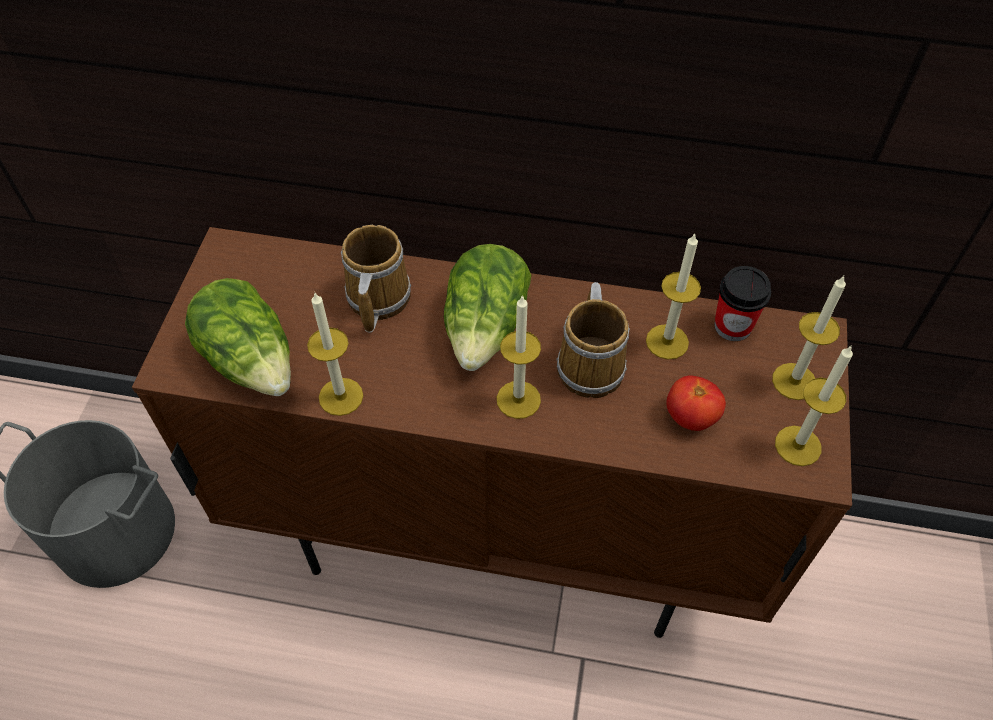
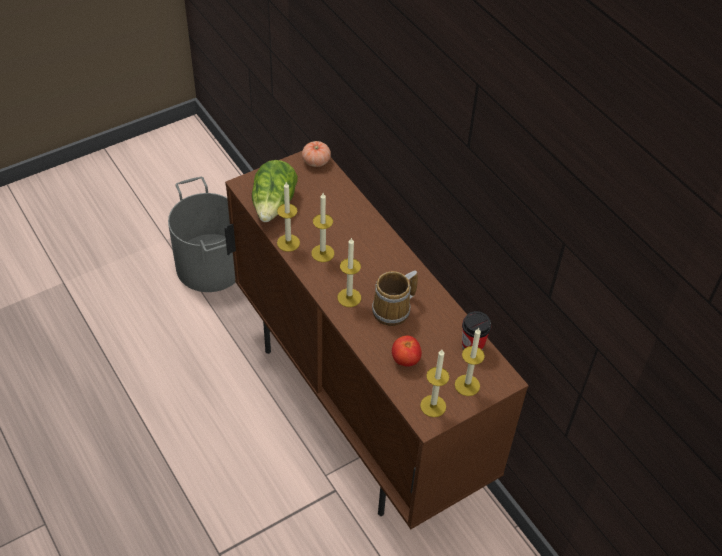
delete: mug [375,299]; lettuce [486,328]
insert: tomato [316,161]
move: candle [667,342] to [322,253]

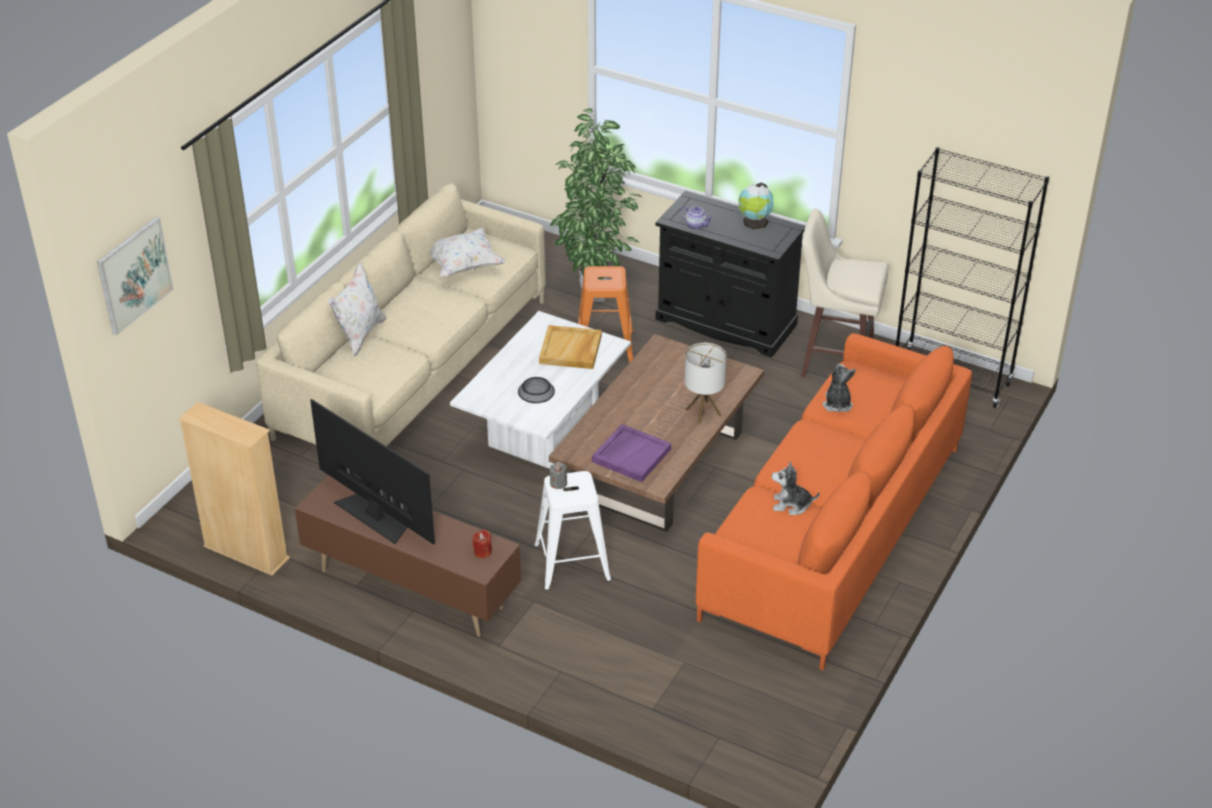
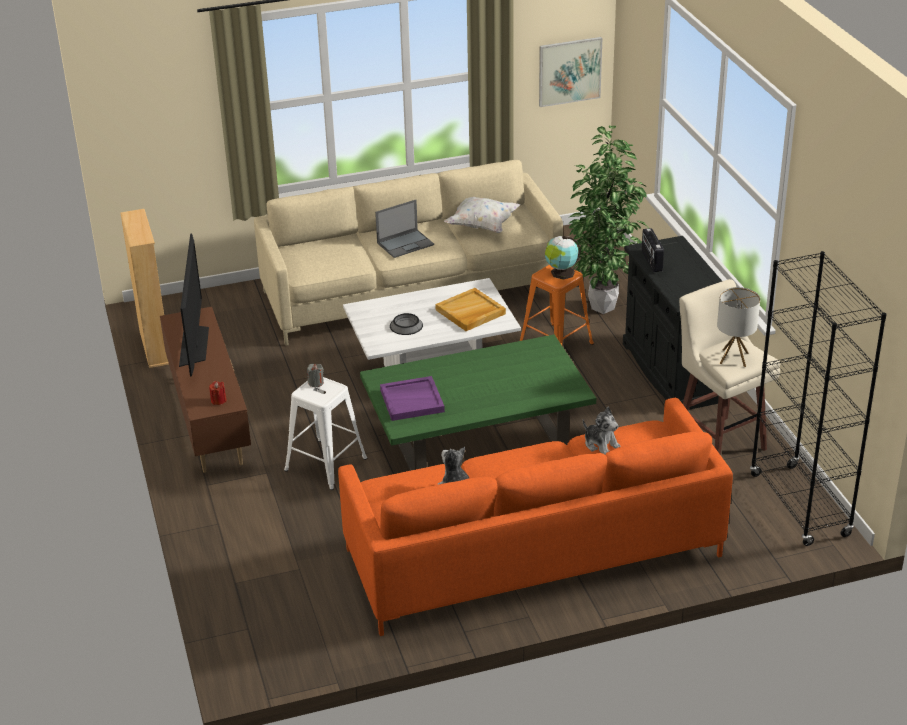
delete: white pillow [360,335]
insert: laptop [406,243]
move: globe [755,223] to [561,273]; picture [134,275] to [569,71]; table lamp [703,412] to [734,358]
replace: teapot [696,225] to radio [651,261]
recolor: brown coffee table [658,465] to green coffee table [476,438]
rotate: plush toy [837,404] = [601,444] 90 degrees clockwise

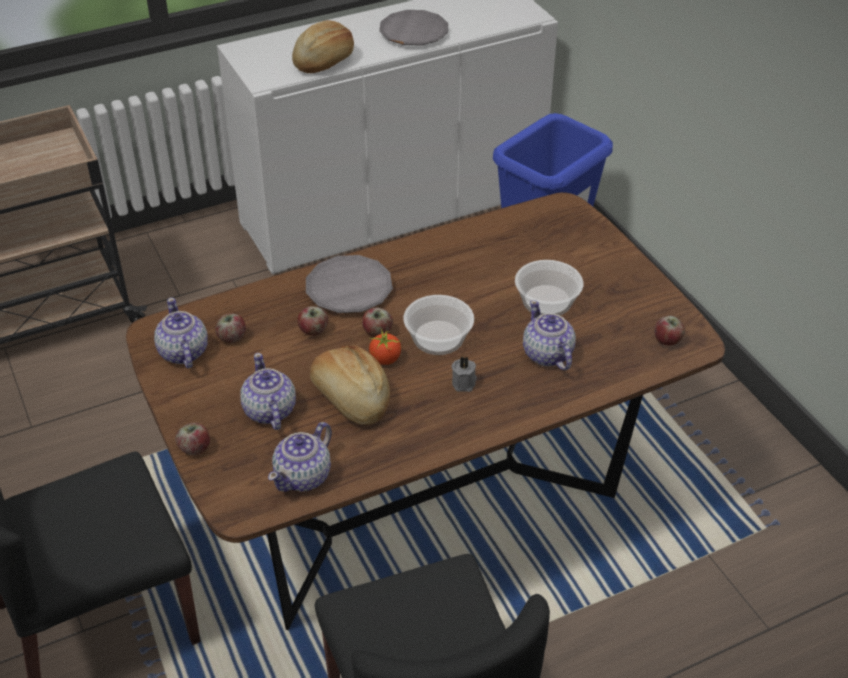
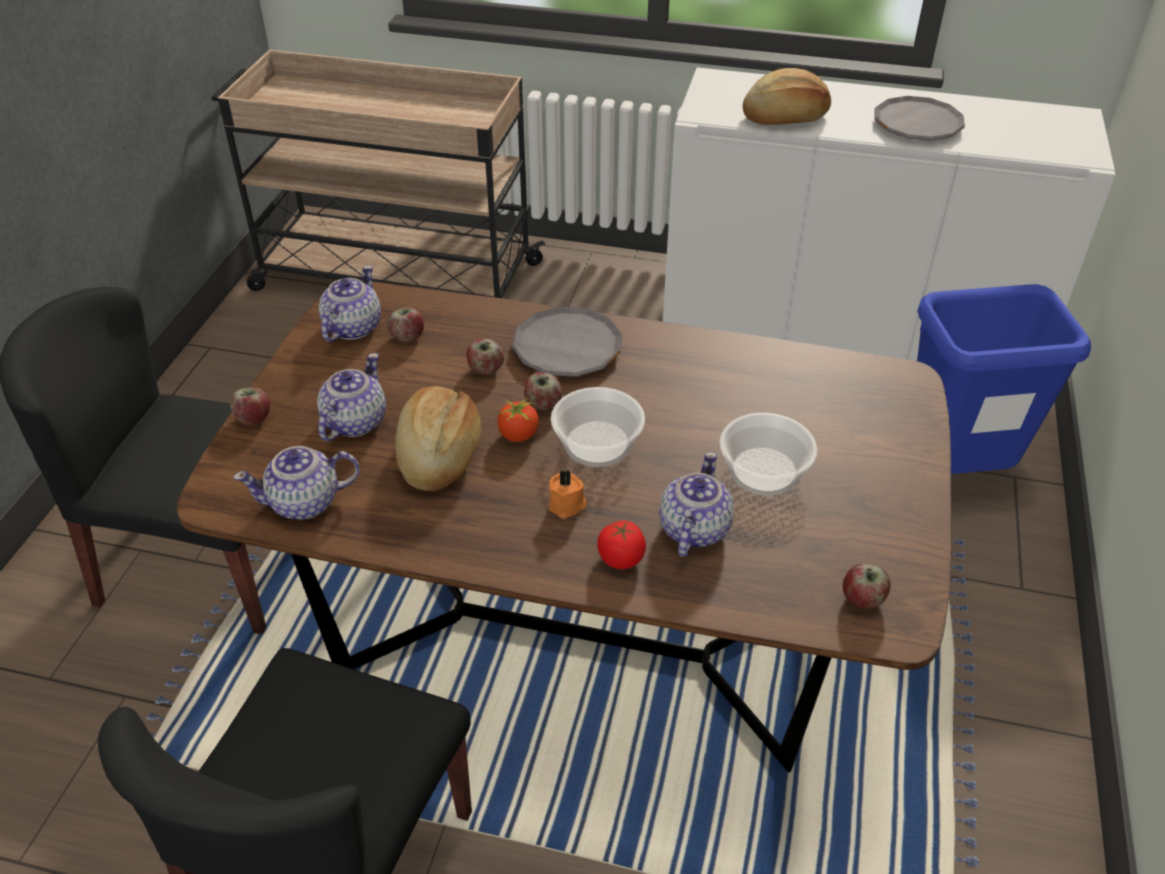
insert: tomato [621,558]
recolor: grey candle [464,382] to orange candle [567,506]

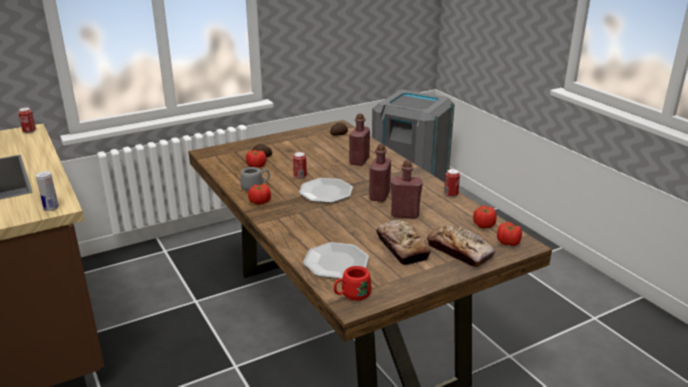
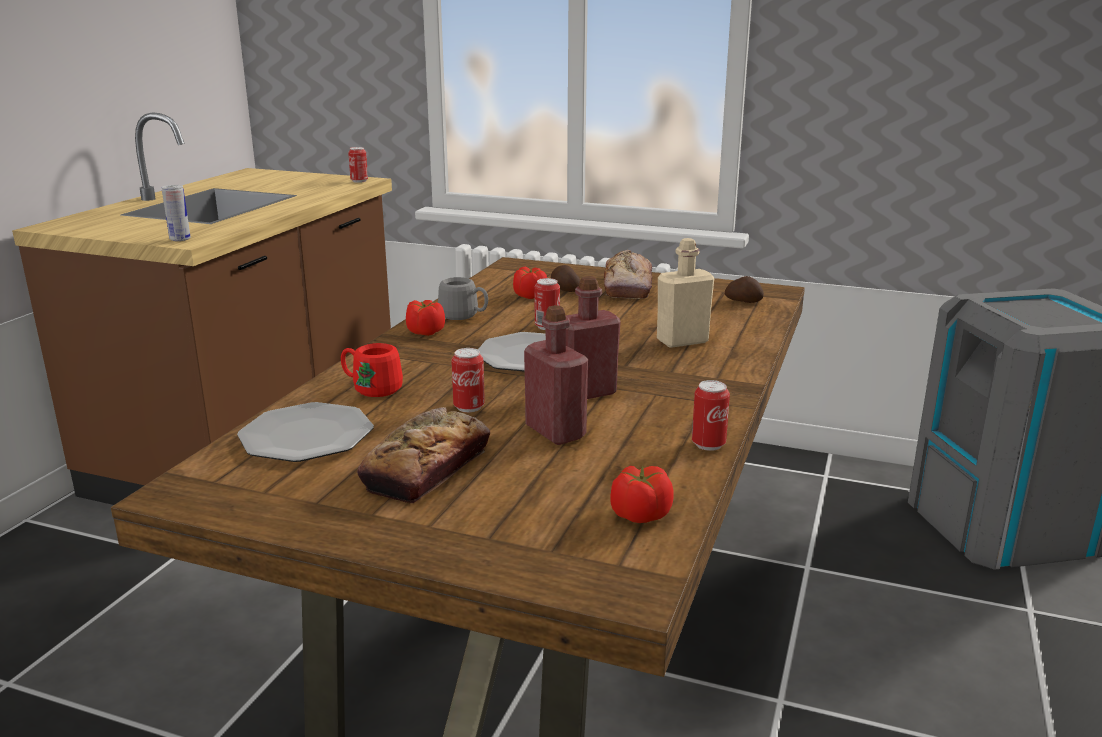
delete: tomato [508,242]
insert: can [469,407]
move: bread [460,252] to [628,287]; red mug [351,295] to [371,389]
recolor: red bottle [359,161] to beige bottle [682,341]

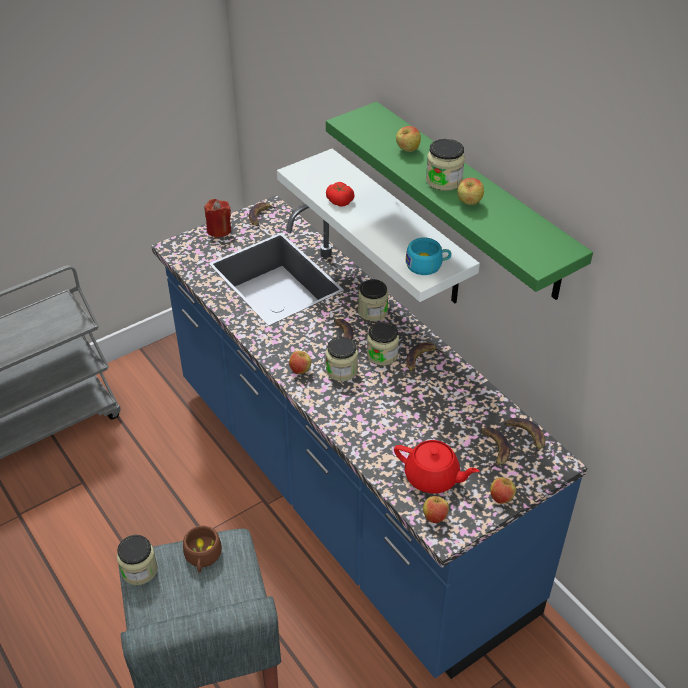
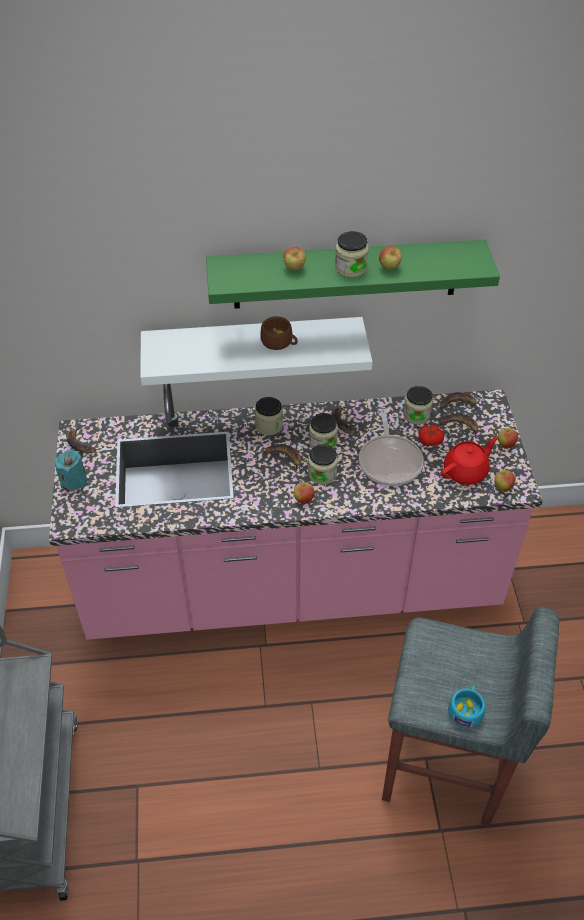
insert: frying pan [390,461]
move: tomato [339,201] to [430,440]; turquoise cup [428,265] to [466,709]; brown cup [202,557] to [280,342]; jar [139,570] to [416,415]
recolor: blue counter [344,493] to pink counter [292,585]; red candle [219,230] to turquoise candle [73,481]

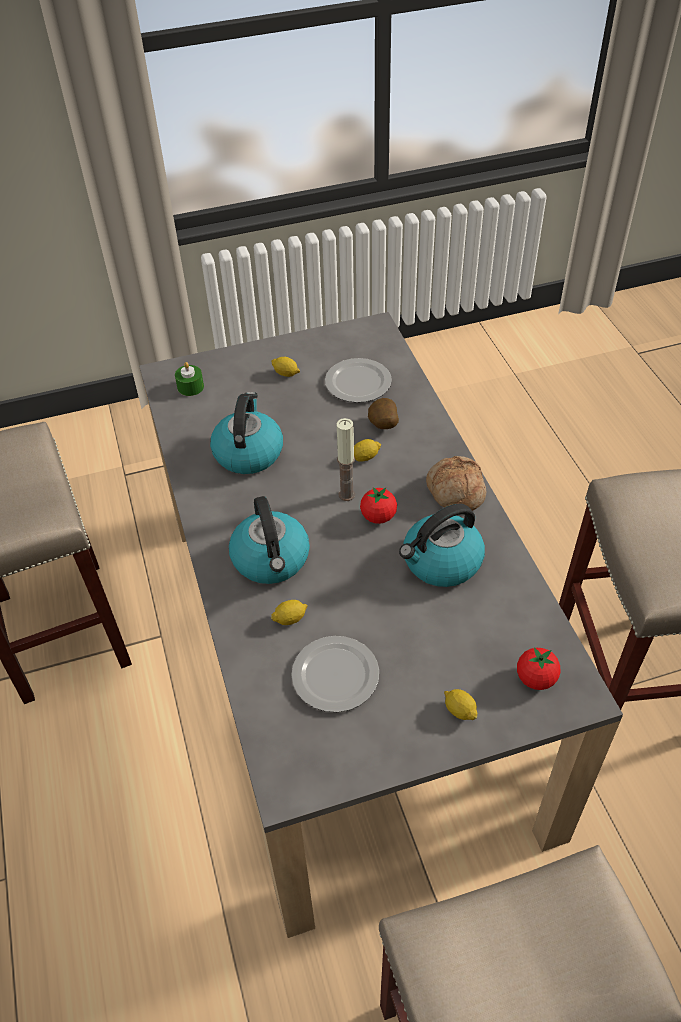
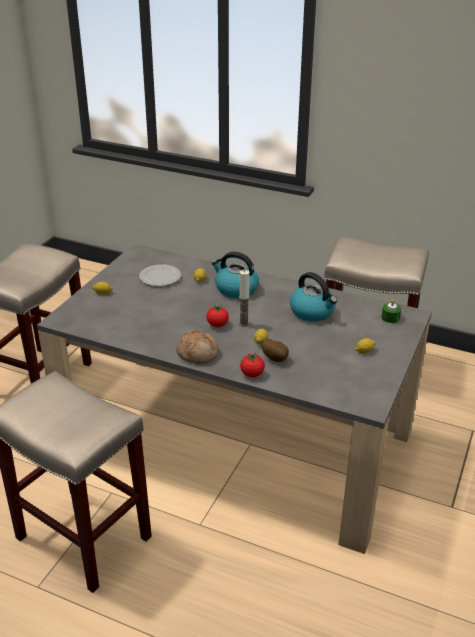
delete: plate [358,382]; kettle [441,562]
move: tomato [535,678] to [252,374]

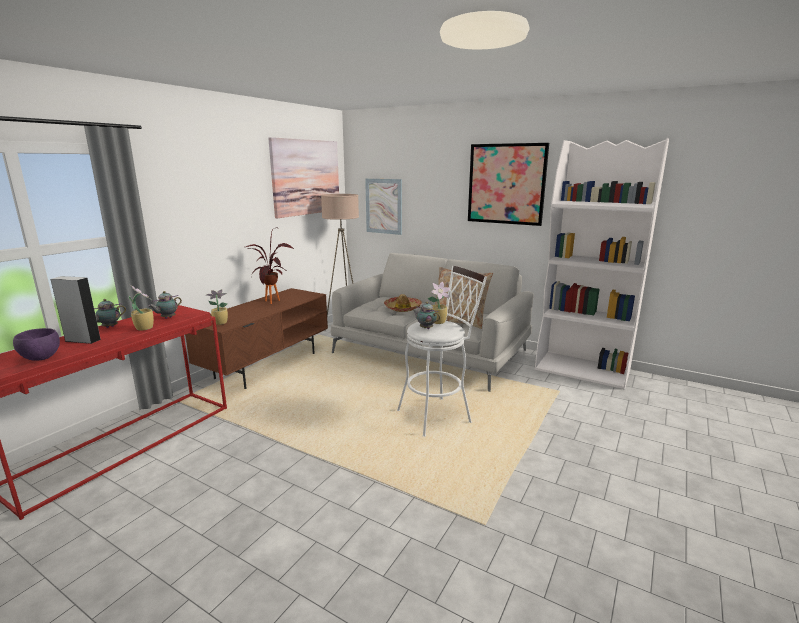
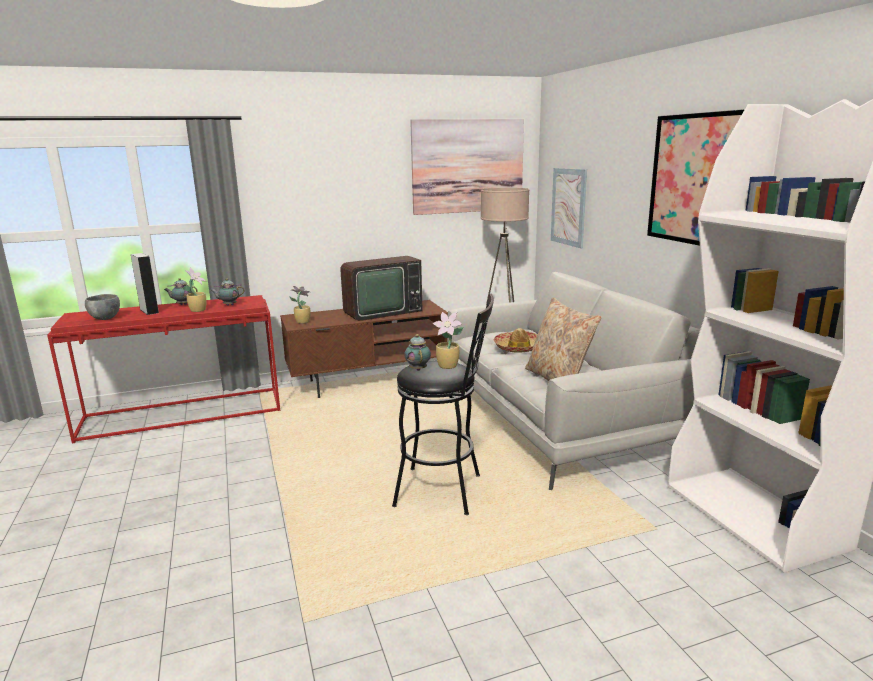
replace: potted plant [272,303] to television [380,311]
recolor: white stool [439,415] to black stool [446,492]; purple bowl [40,358] to grey bowl [105,318]

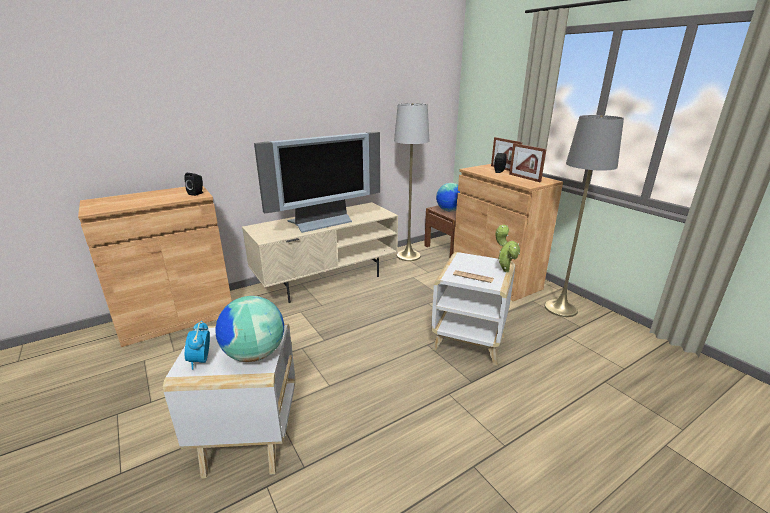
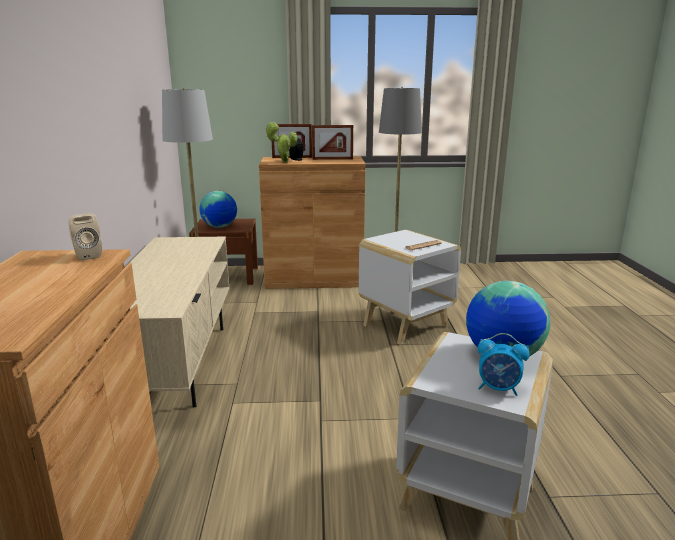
delete: television [321,223]
move: potted plant [504,270] to [283,162]
recolor: black speaker [197,193] to beige speaker [87,255]

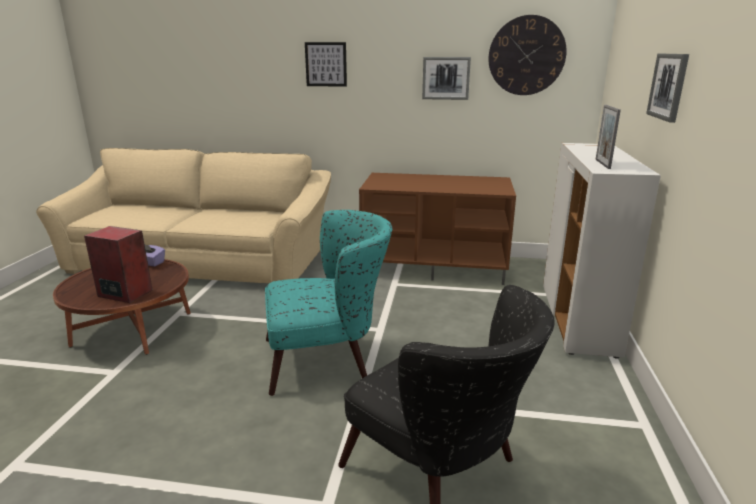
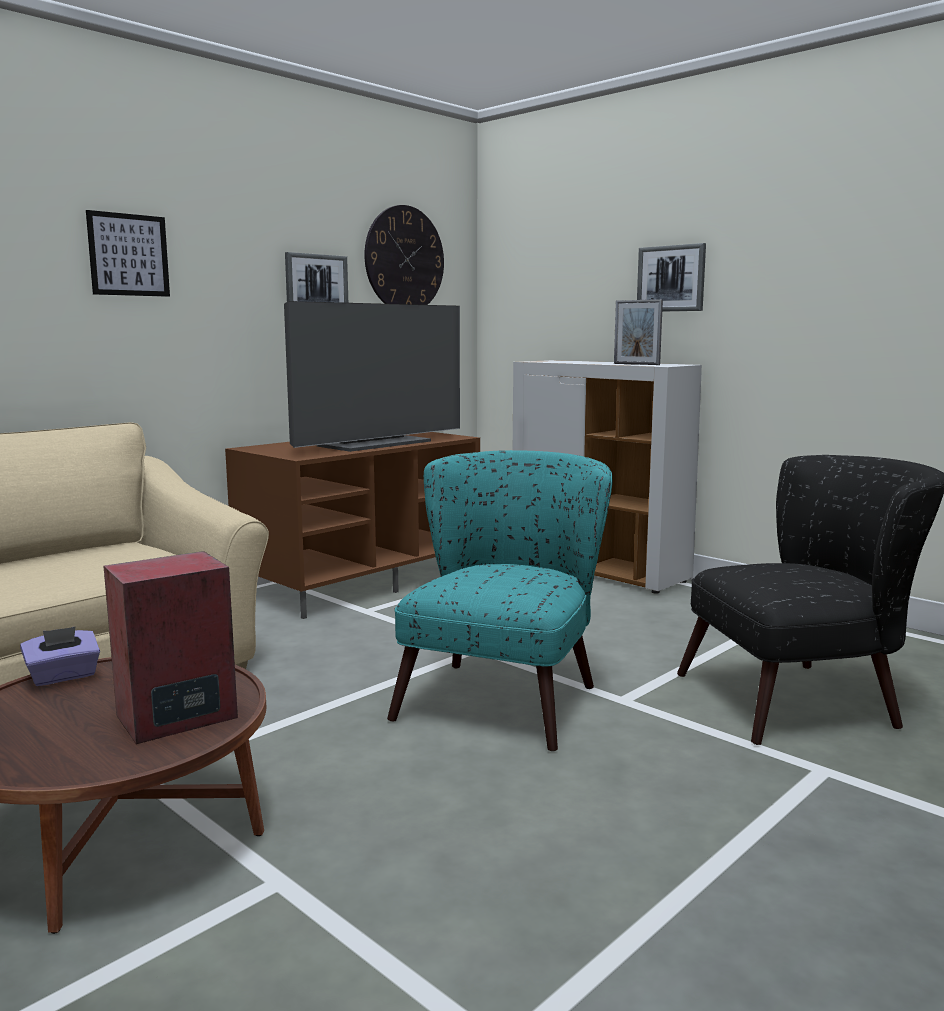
insert: television [376,443]

